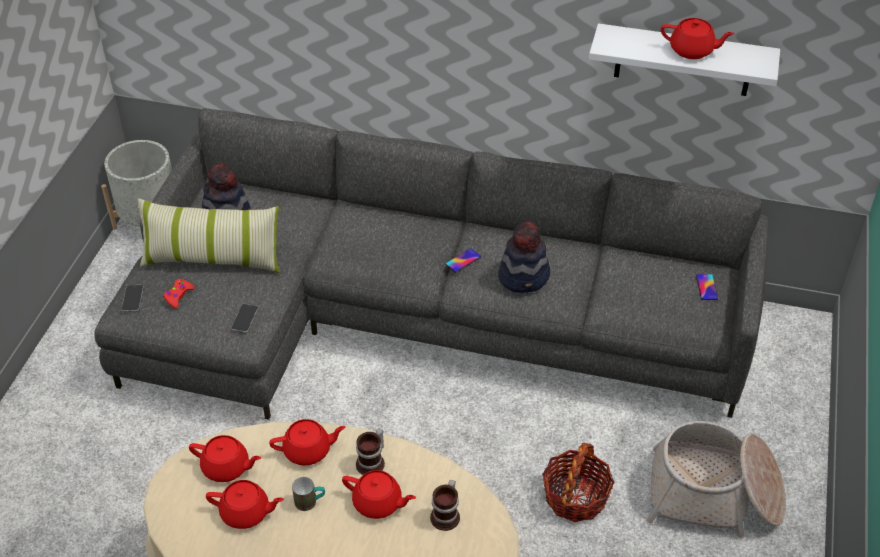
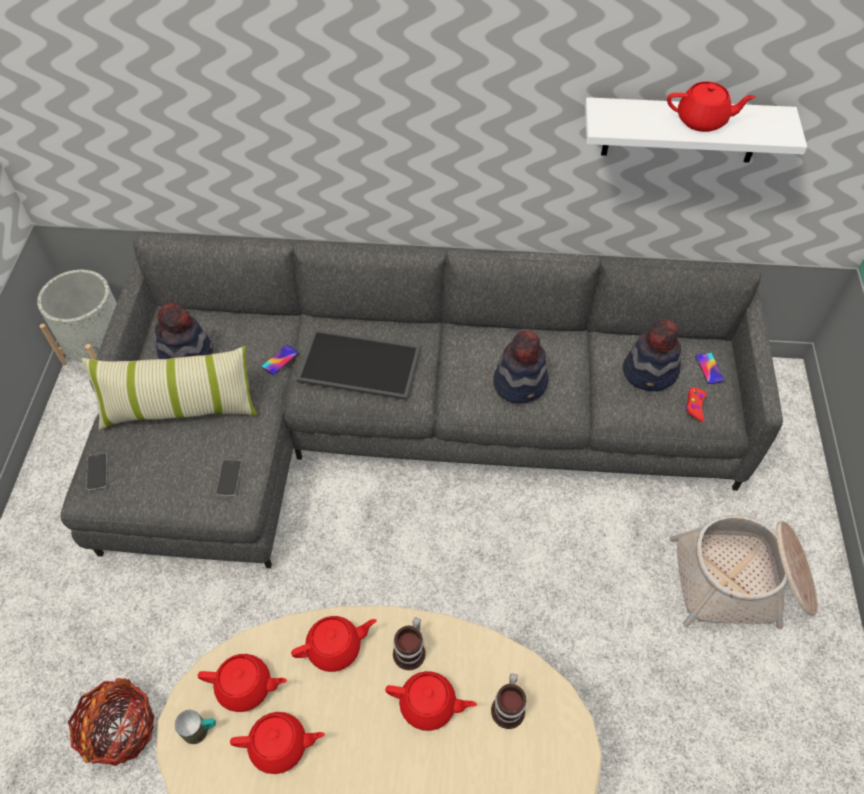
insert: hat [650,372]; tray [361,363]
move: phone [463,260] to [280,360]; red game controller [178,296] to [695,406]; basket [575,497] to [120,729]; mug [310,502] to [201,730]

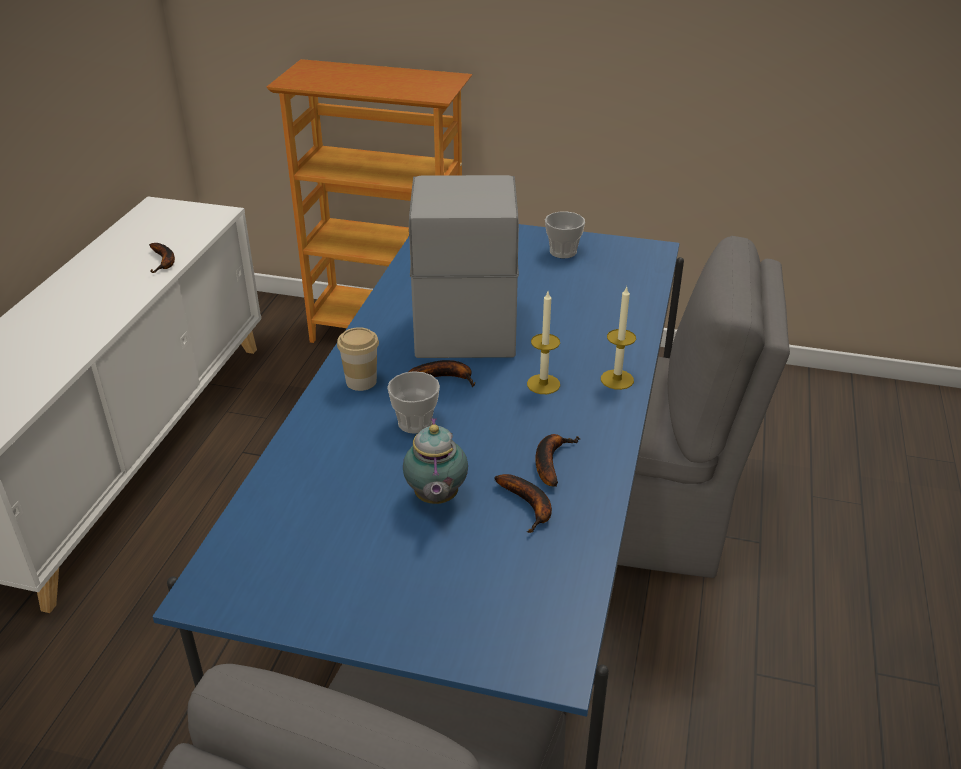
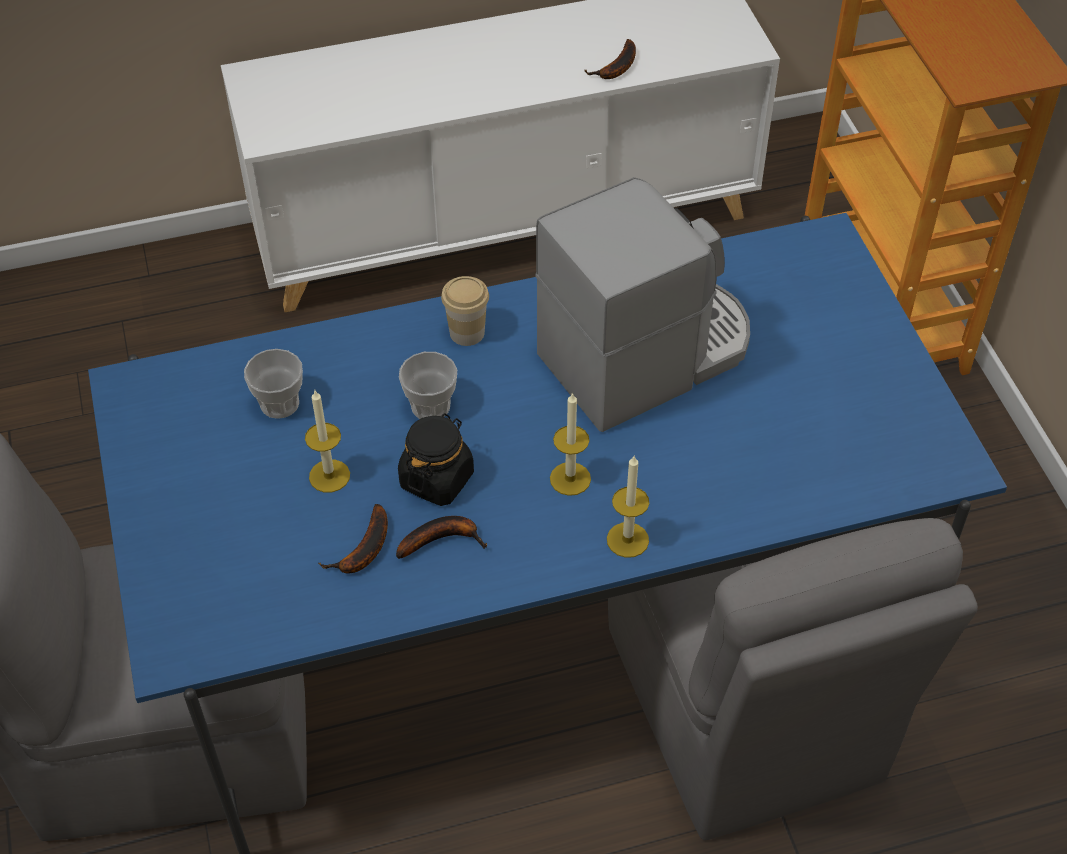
delete: banana [444,377]
insert: black jar [437,479]
move: cup [563,252] to [279,403]
replace: teapot [435,499] to candle [329,476]

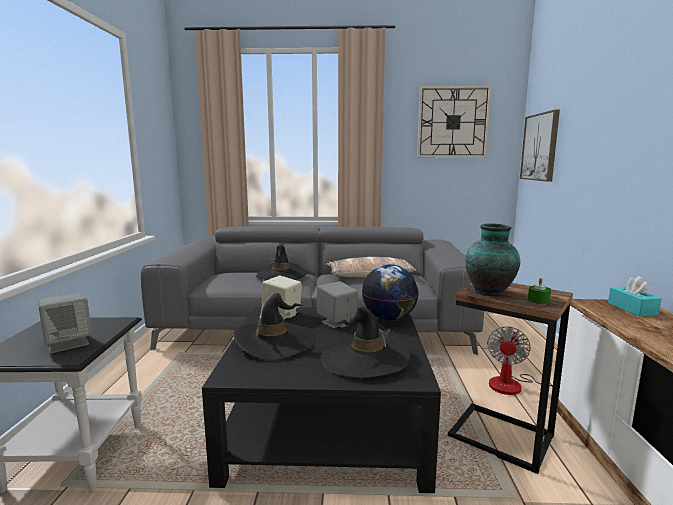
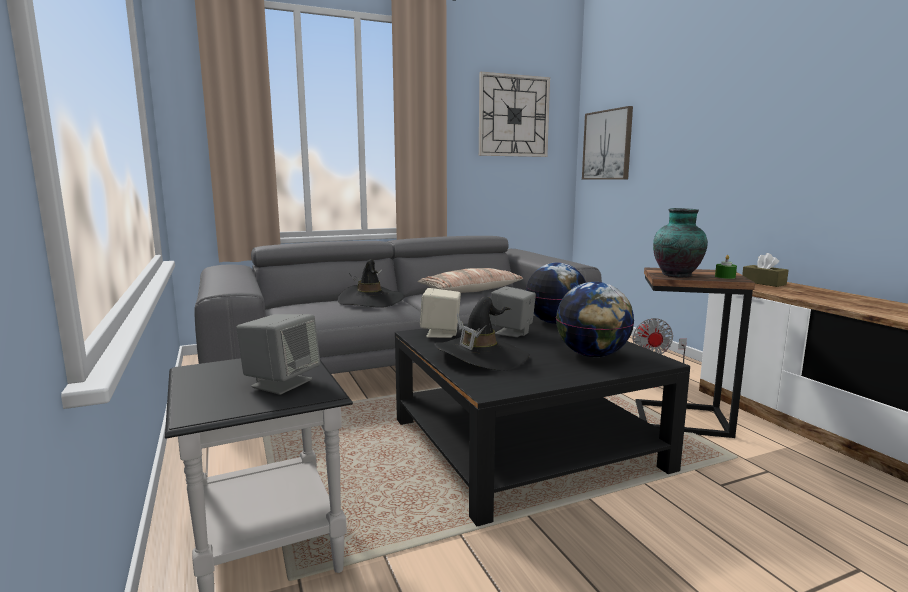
replace: black hat [365,359] to globe [592,355]
recolor: turquoise tissue box [632,309] to brown tissue box [763,283]

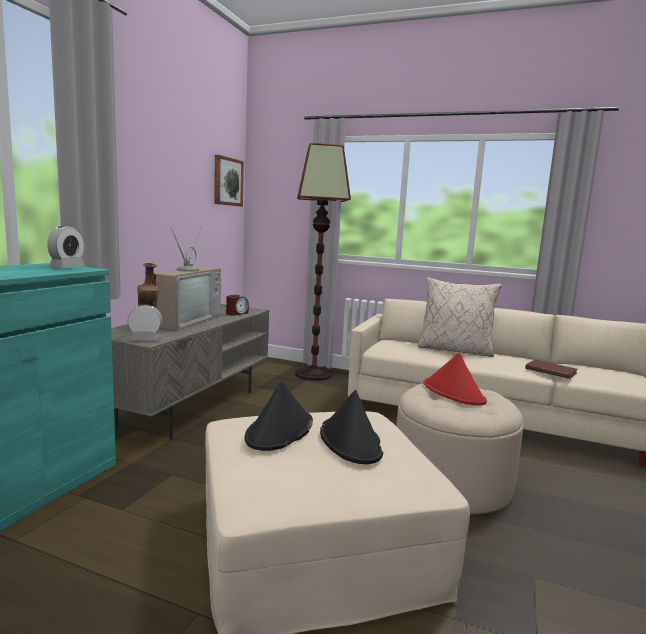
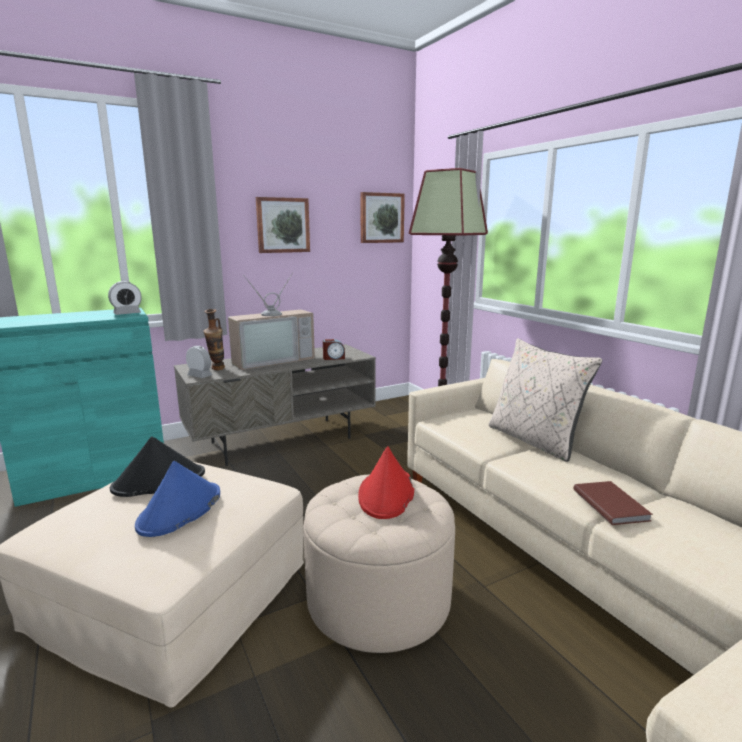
insert: picture [282,225]
recolor: black hat [350,441] to blue hat [180,510]

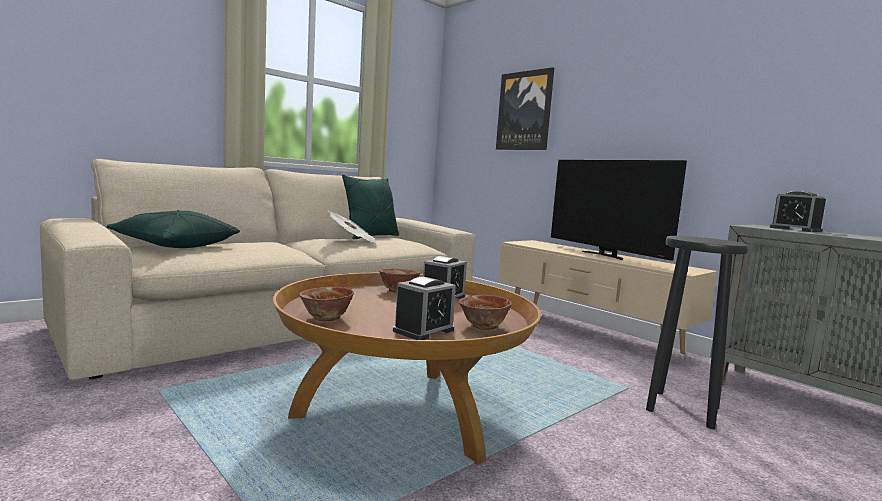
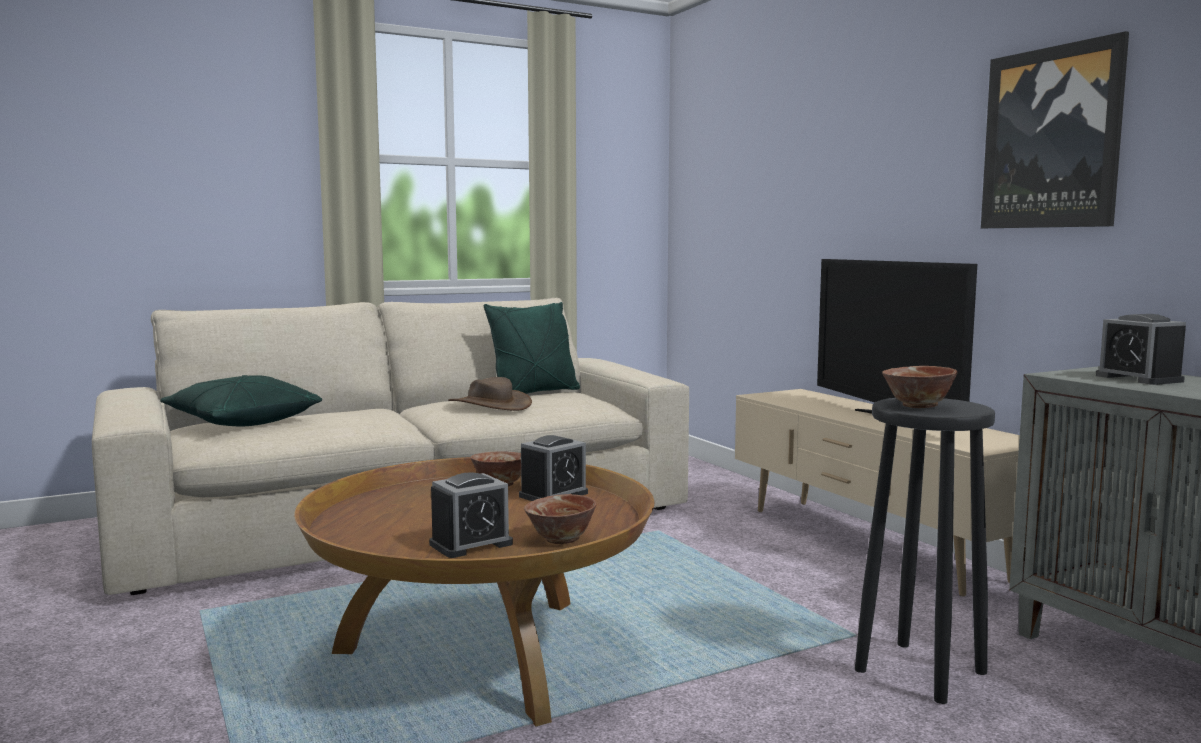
move: picture [524,111] to [1052,138]; bowl [326,318] to [918,406]
replace: newspaper [352,241] to brown hat [490,405]

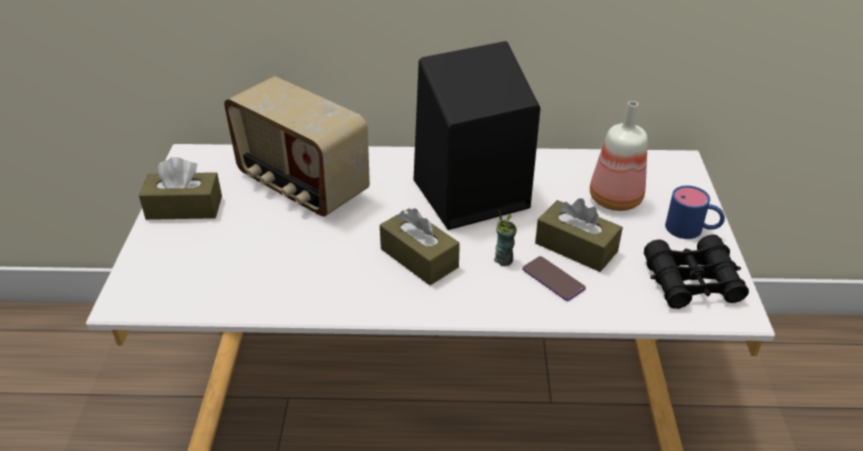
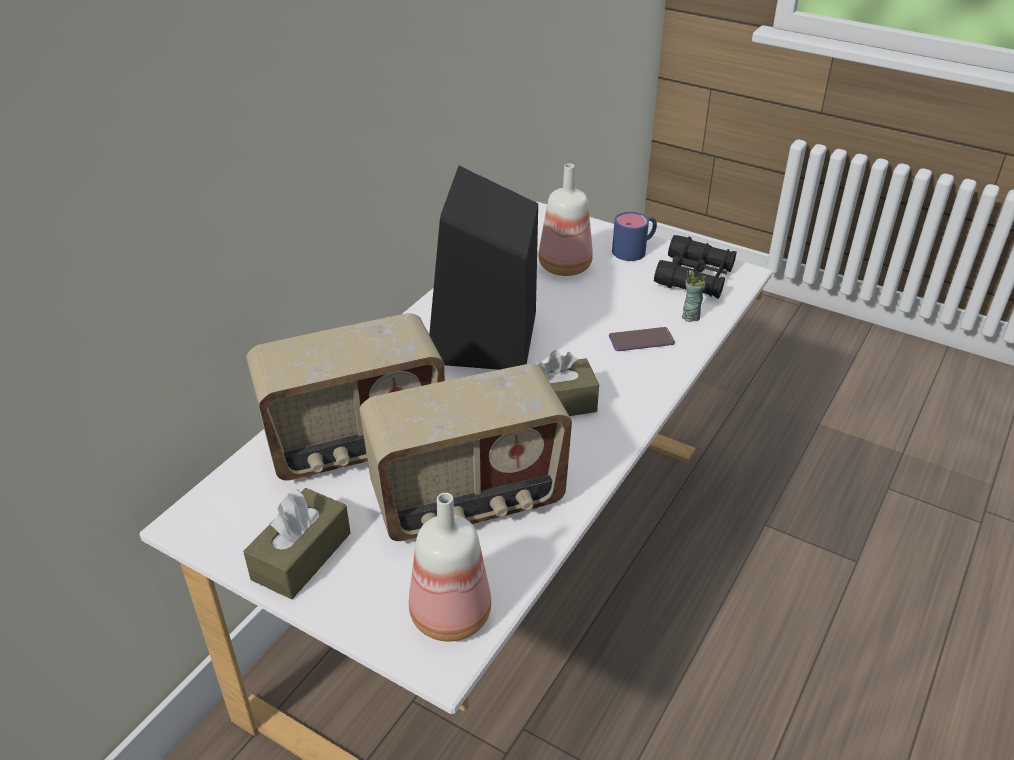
delete: brown tissue box [576,247]
insert: radio [468,502]; bottle [449,617]
move: cup [503,259] to [690,316]

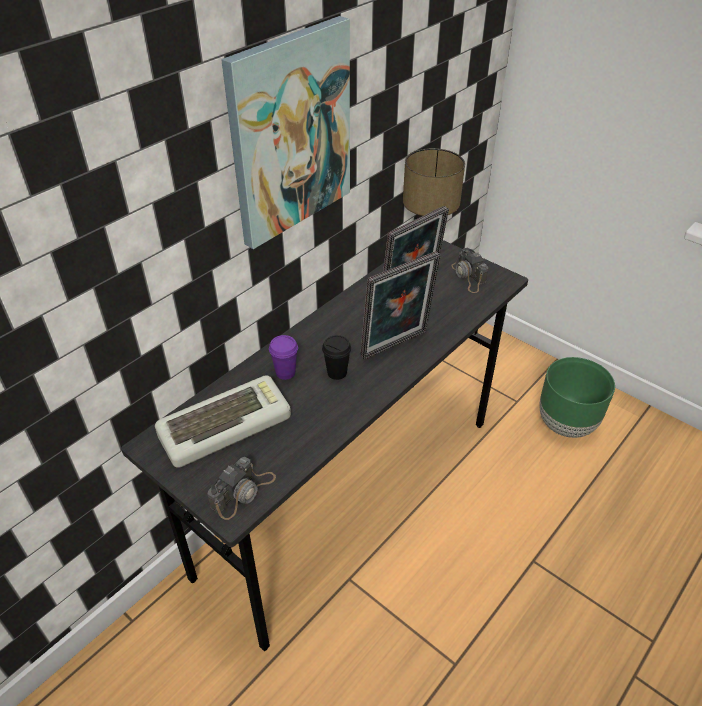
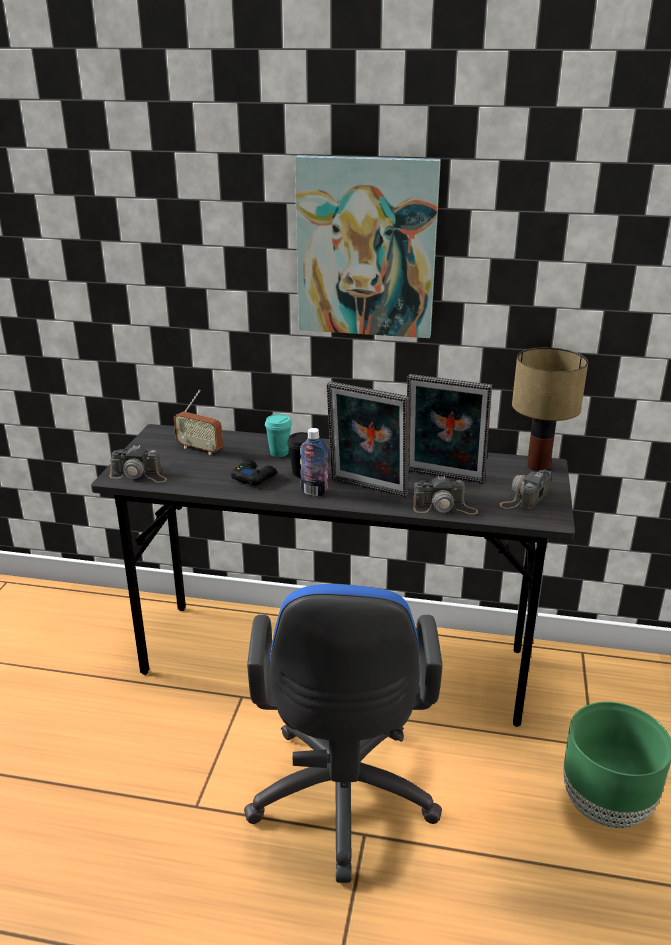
insert: bottle [314,492]; black game controller [253,477]; photo camera [444,507]; blue office chair [342,804]
replace: keyboard [225,425] to radio [200,449]
recolor: purple cup [285,373] to turquoise cup [279,453]

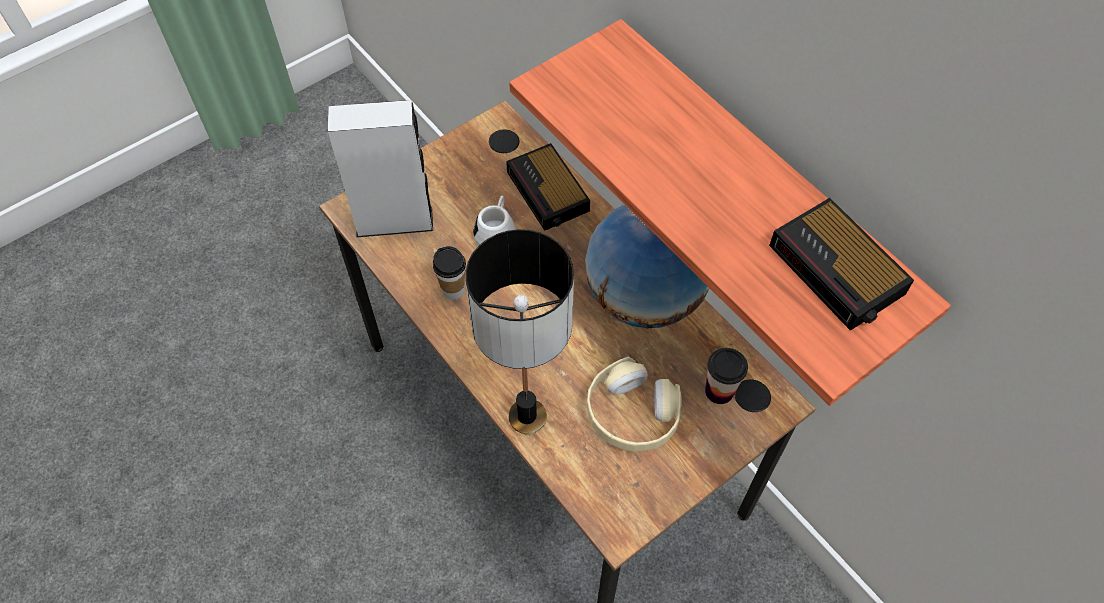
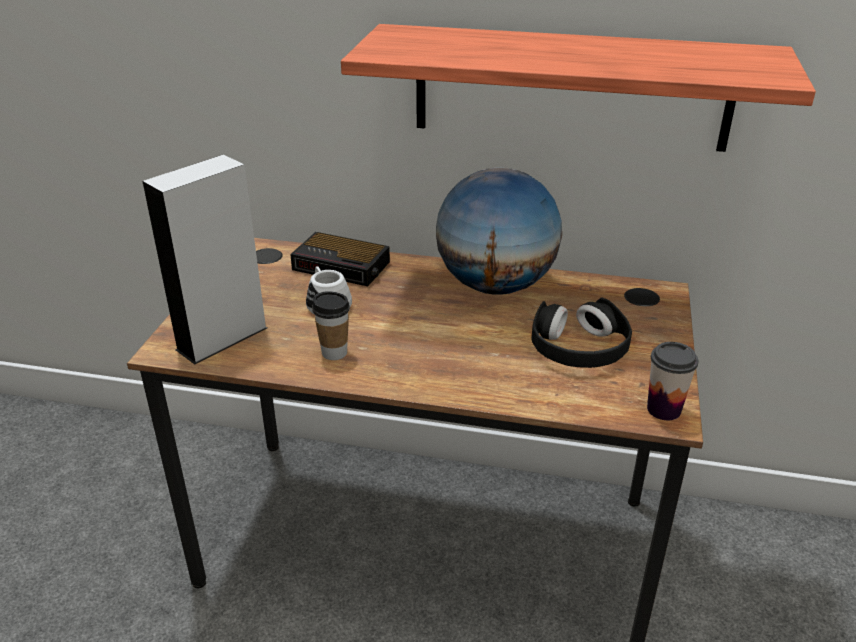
delete: alarm clock [838,271]; table lamp [526,416]
move: cup [719,391] to [664,409]
recolor: beige headphones [632,413] to black headphones [579,347]

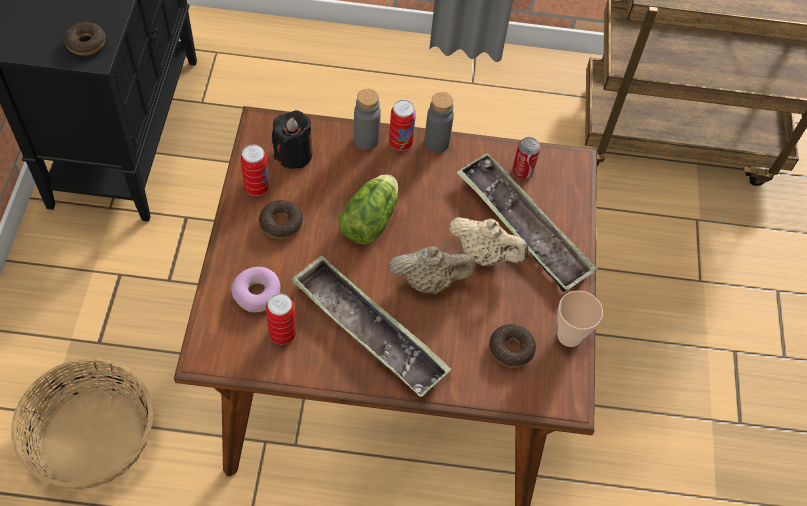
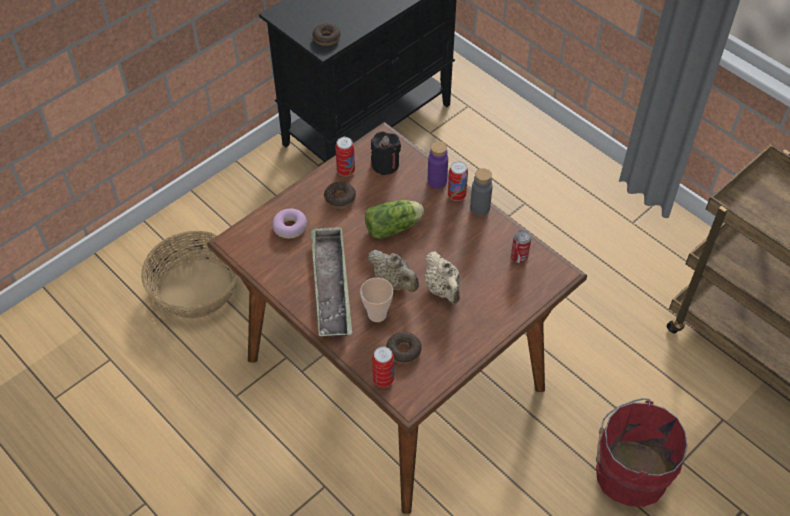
delete: tray [523,227]
insert: red bucket [628,472]
move: cup [569,336] to [377,314]; can [282,334] to [383,379]
recolor: grey bottle [366,140] to purple bottle [437,181]

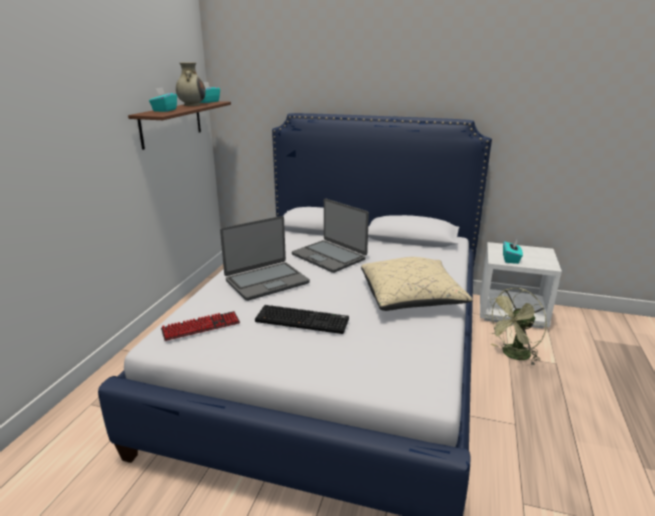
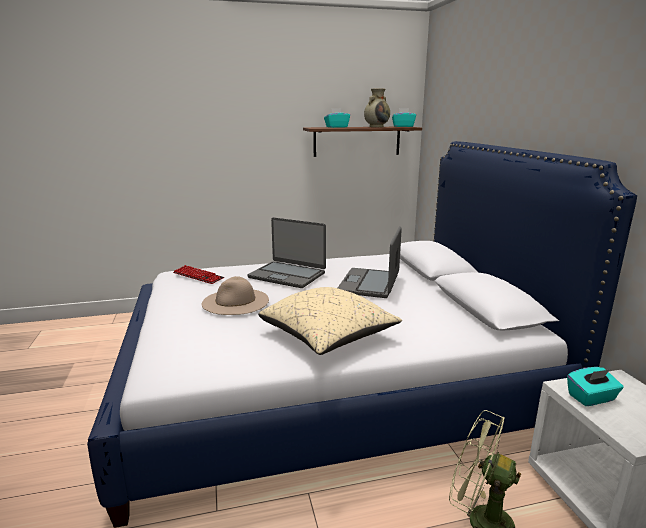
replace: keyboard [303,320] to beige hat [235,301]

